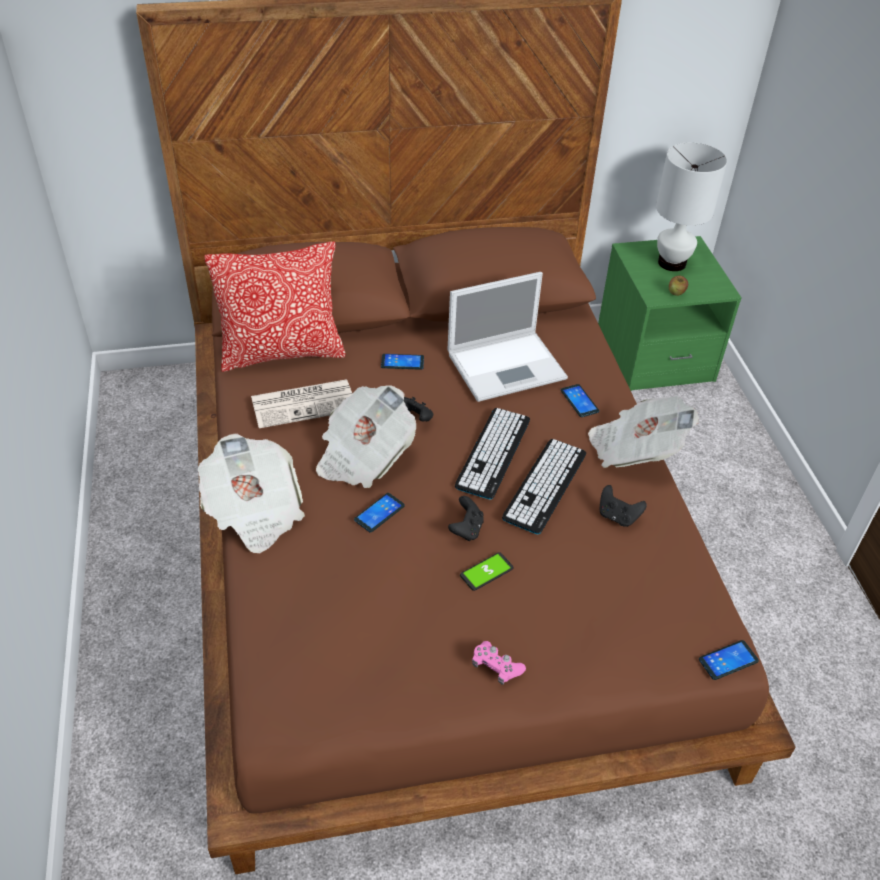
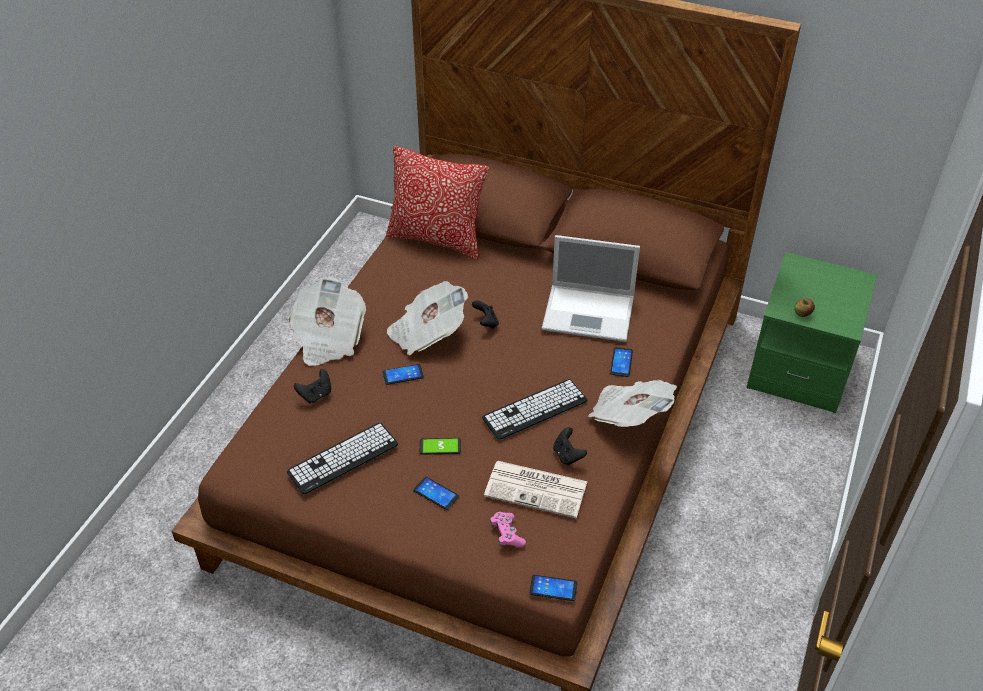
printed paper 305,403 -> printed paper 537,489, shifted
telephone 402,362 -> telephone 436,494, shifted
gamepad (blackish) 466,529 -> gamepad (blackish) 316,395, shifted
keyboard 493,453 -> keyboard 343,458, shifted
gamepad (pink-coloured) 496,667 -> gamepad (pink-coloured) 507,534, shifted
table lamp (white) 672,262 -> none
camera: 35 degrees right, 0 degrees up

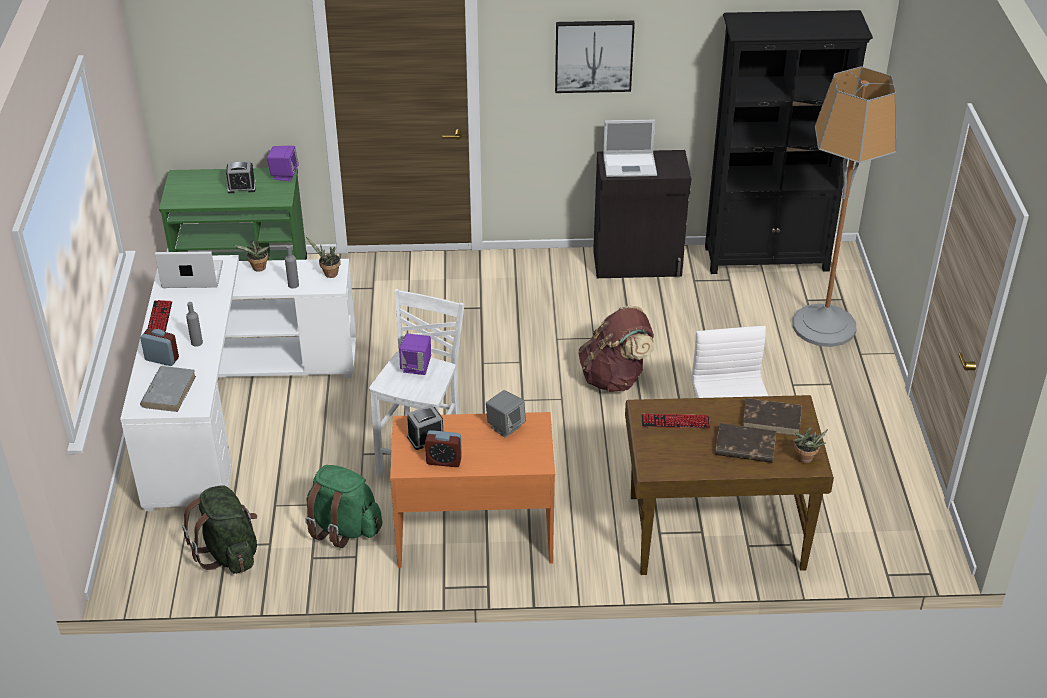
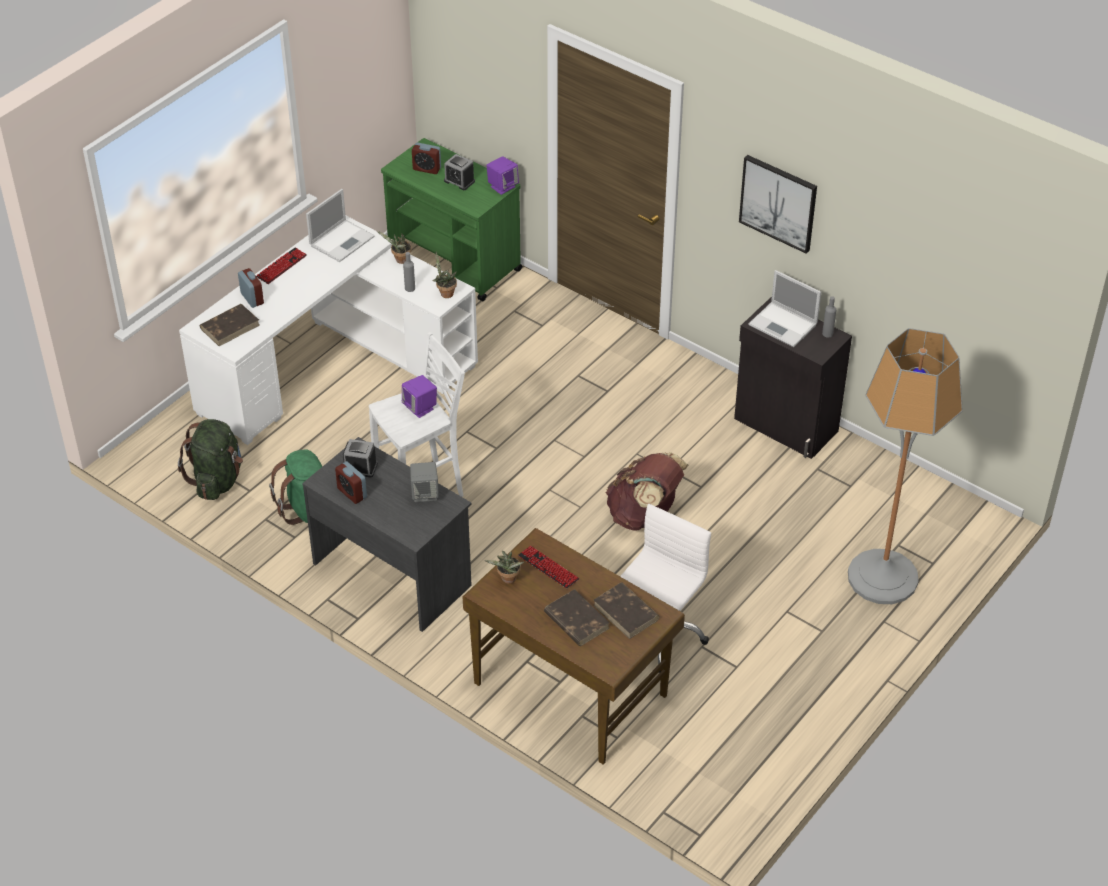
bound book (greyish) 169,391 -> bound book (brown) 230,326
portable computer 191,276 -> portable computer 342,240, 90 degrees clockwise
drink bottle (greyish) 197,342 -> drink bottle (greyish) 827,333, shifted
desk unit (orange) 474,534 -> desk unit (greyish) 392,573
bookshelf (blackish) 767,258 -> none
plant in a pot 805,460 -> plant in a pot 507,580, shifted
none -> alarm clock 427,169
camera: 40 degrees right, 5 degrees up

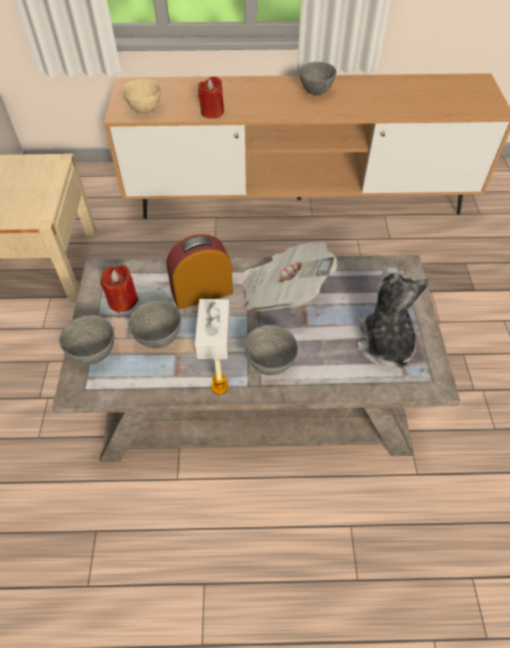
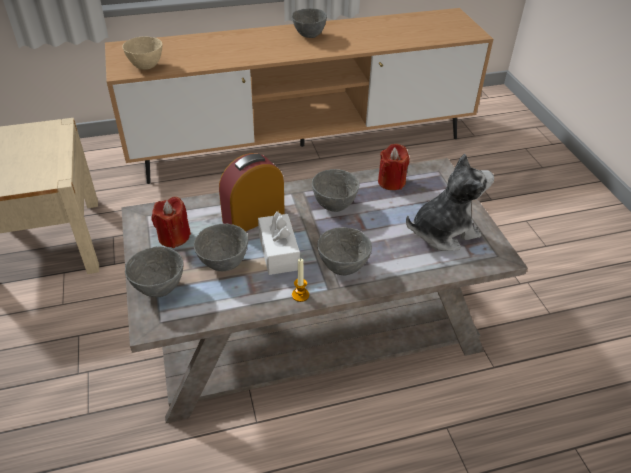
wax candle (reddish) 212,112 -> wax candle (reddish) 391,182, shifted
printed paper 283,292 -> deep dish (greyish) 333,205
plush toy 384,343 -> plush toy 443,232, 90 degrees clockwise
camera: 15 degrees left, 10 degrees down

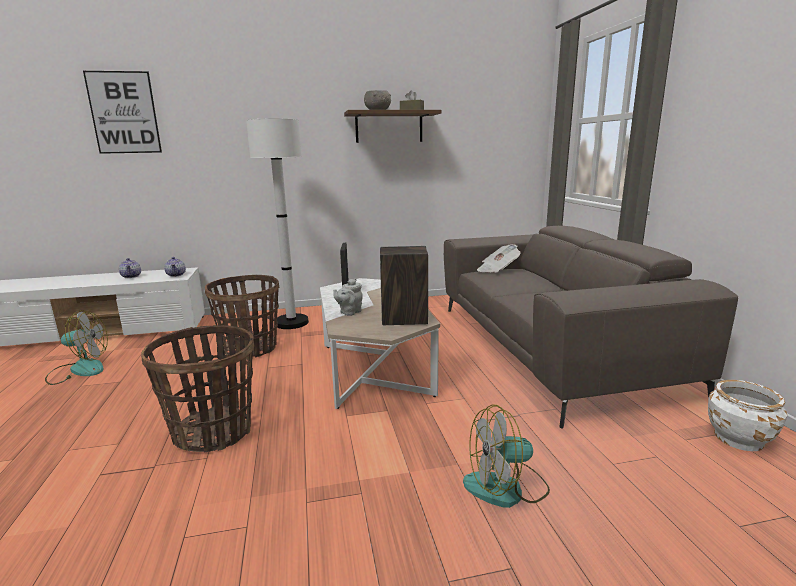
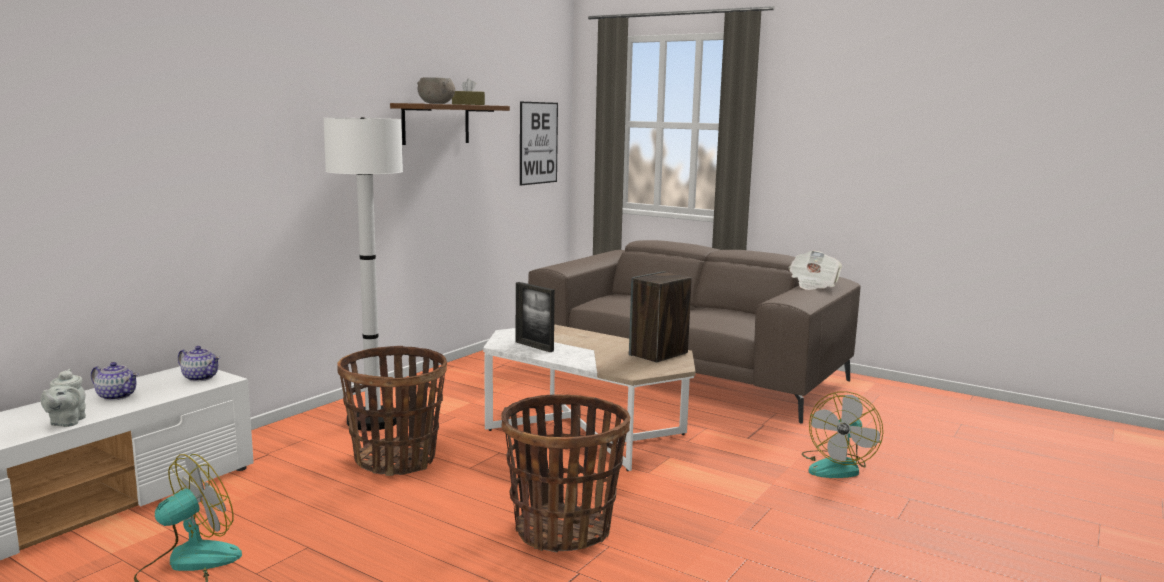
wall picture 124,113 -> wall picture 538,143, shifted
teapot (greyish) 349,312 -> teapot (greyish) 66,422, shifted
printed paper 497,269 -> printed paper 813,285, shifted
flower pot (white) 739,438 -> none
camera: 45 degrees left, 5 degrees down

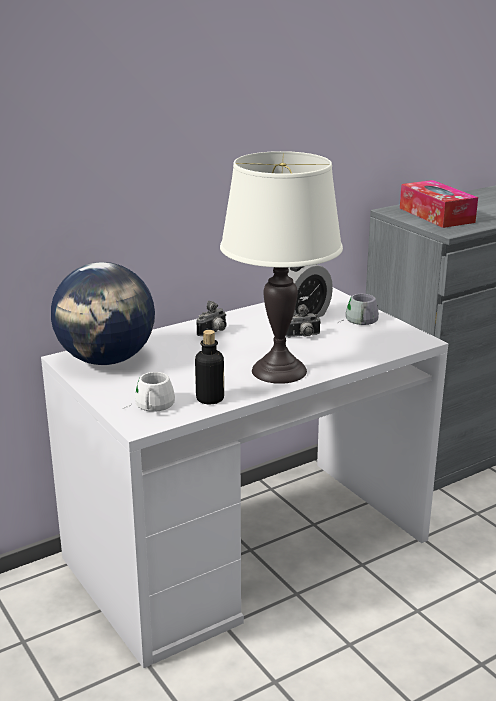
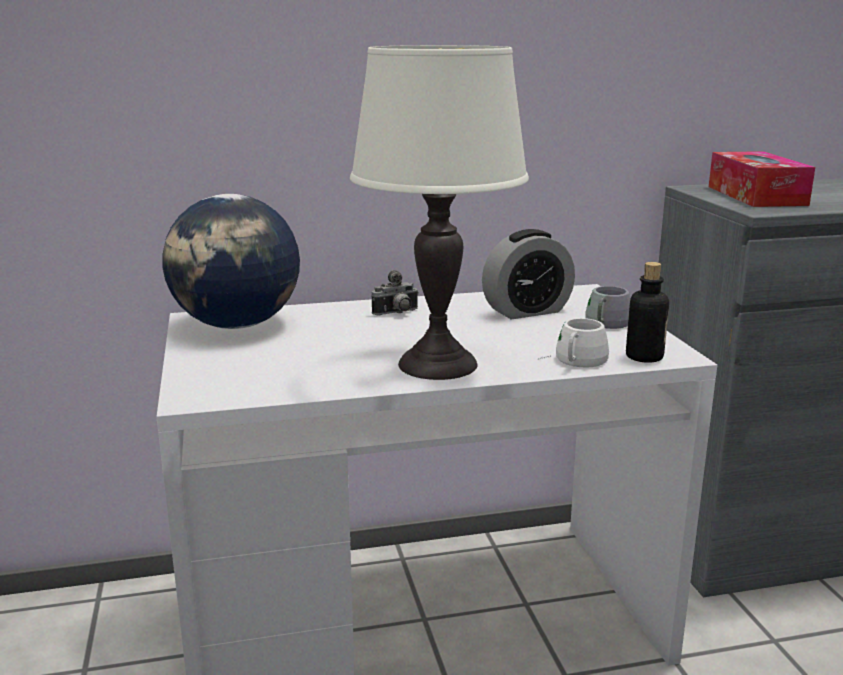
tea mug (white) 149,405 -> tea mug (white) 573,360, shifted
drink bottle 210,398 -> drink bottle 644,357, shifted
photo camera 303,336 -> none
camera: 20 degrees right, 5 degrees down

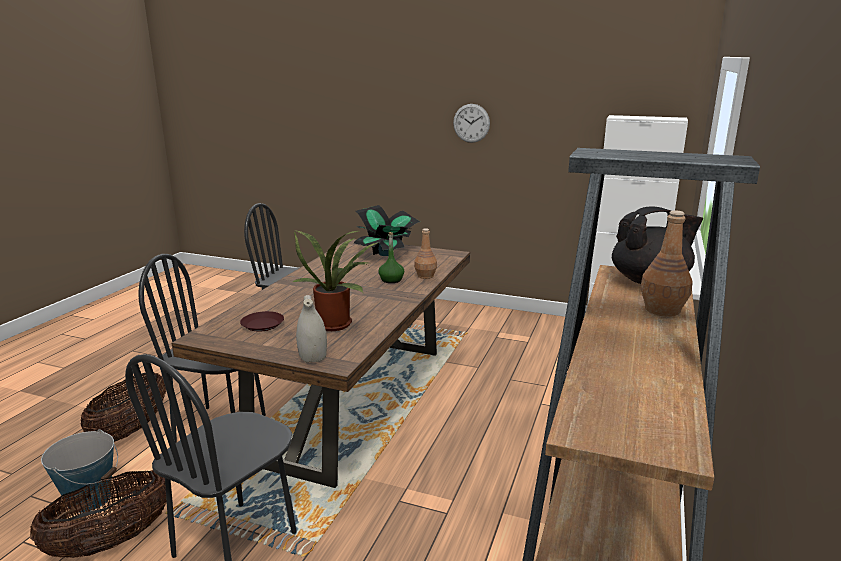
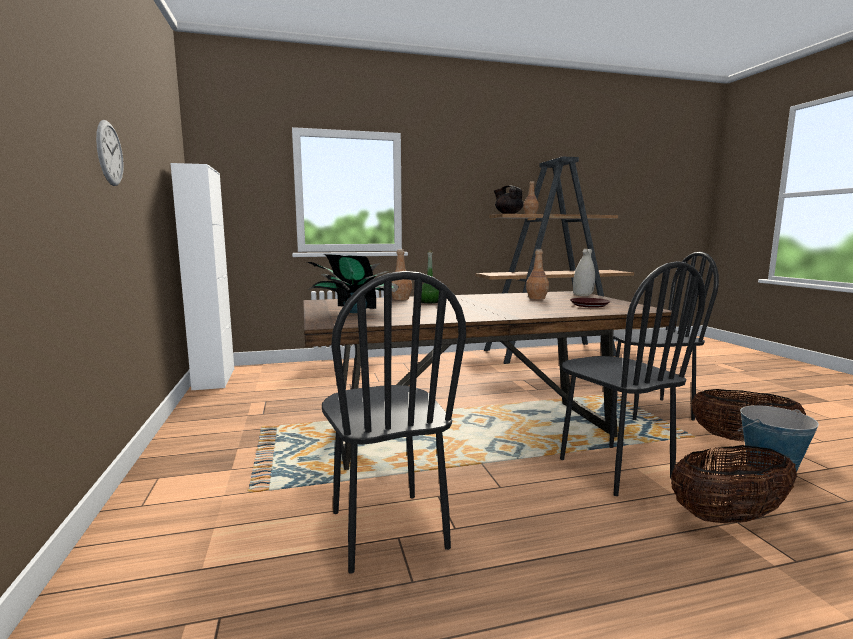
plant in a pot 336,323 -> drink bottle (brown) 536,298
camera: 125 degrees left, 10 degrees down

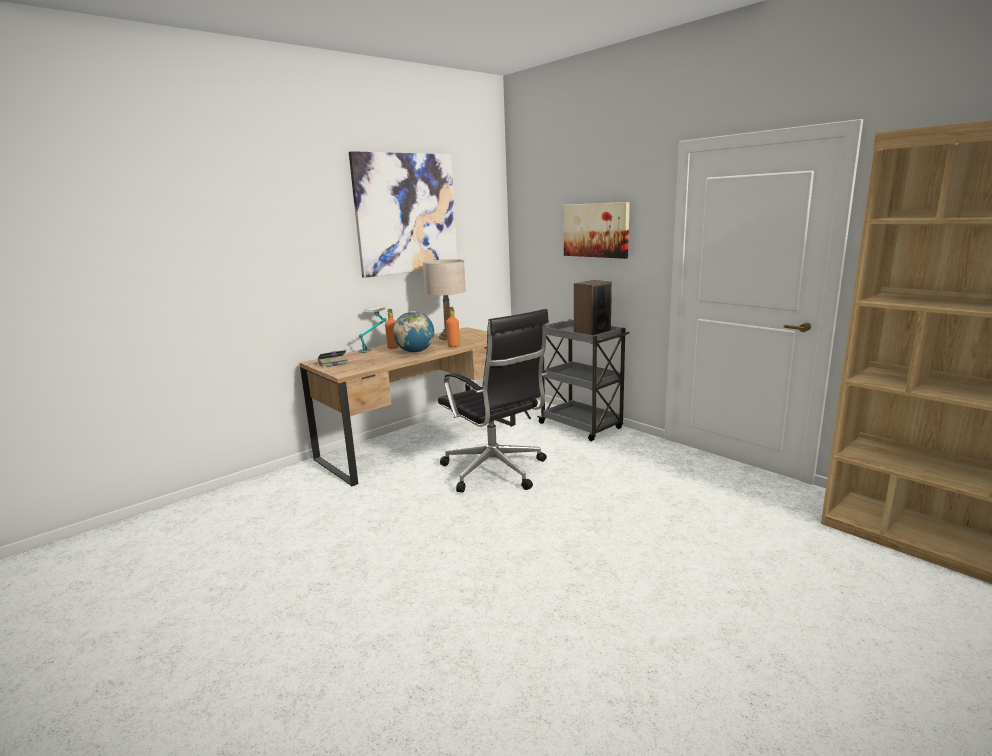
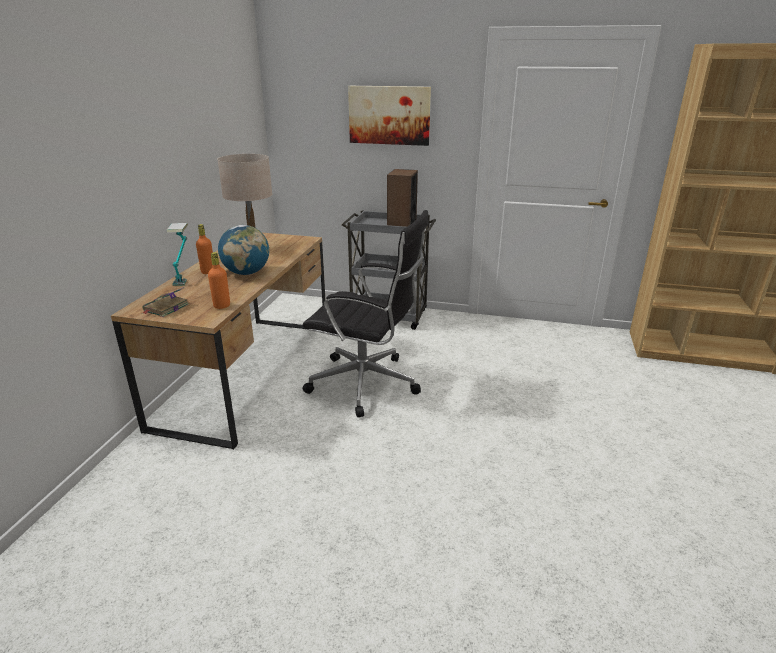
wall picture 406,214 -> none
drink bottle (orange) 453,346 -> drink bottle (orange) 222,306, shifted
camera: 35 degrees left, 10 degrees up

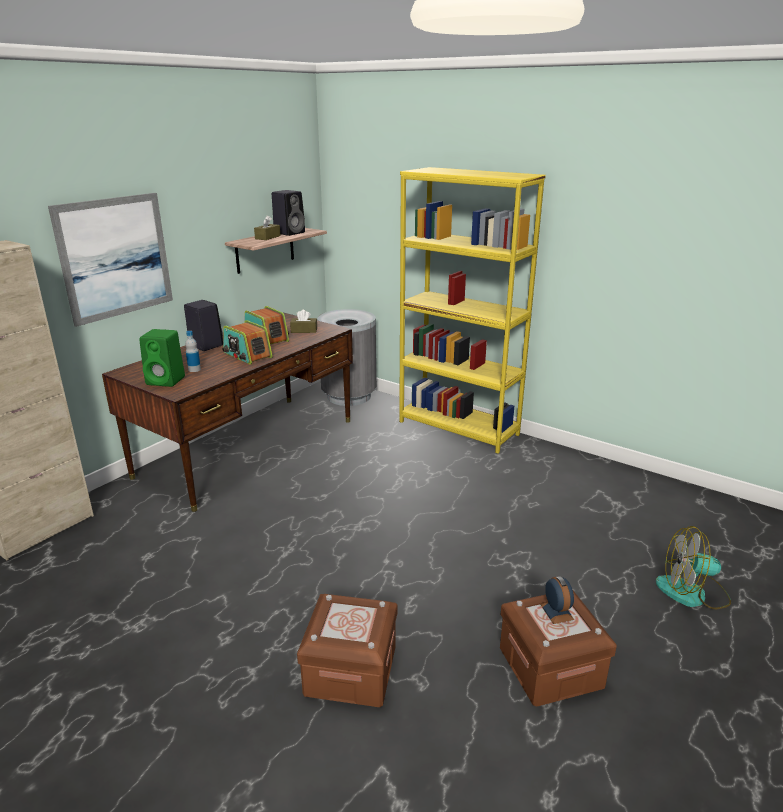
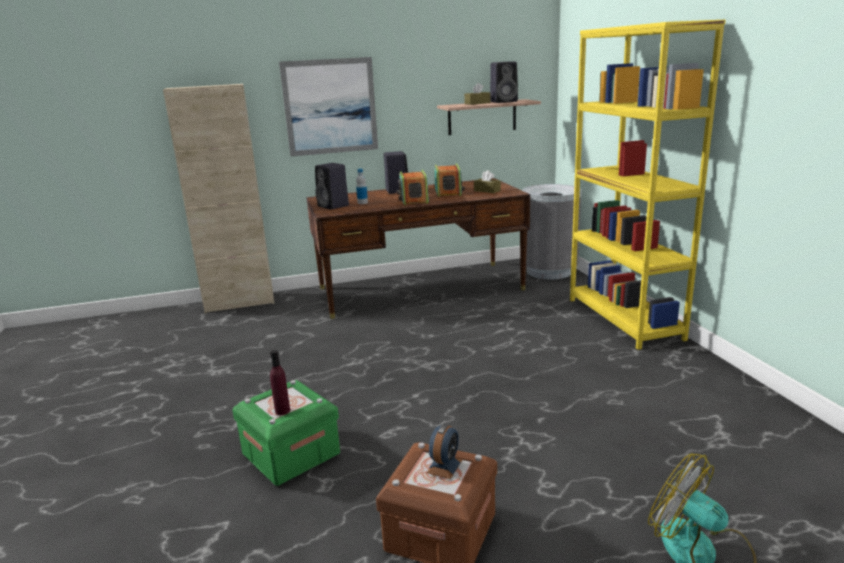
loudspeaker (green-coloured) 167,381 -> loudspeaker (blackish) 334,206
storage box (brown) 351,670 -> storage box (green-coloured) 291,454
none -> drink bottle (purple-coloured) 282,411
camera: 40 degrees right, 5 degrees down

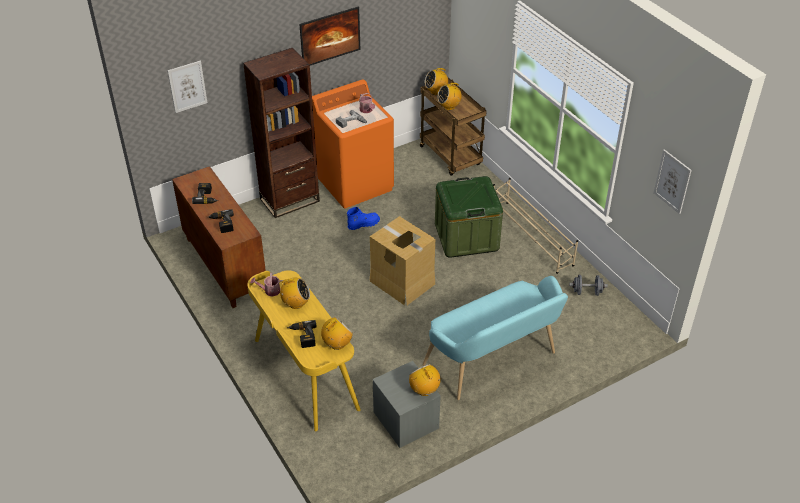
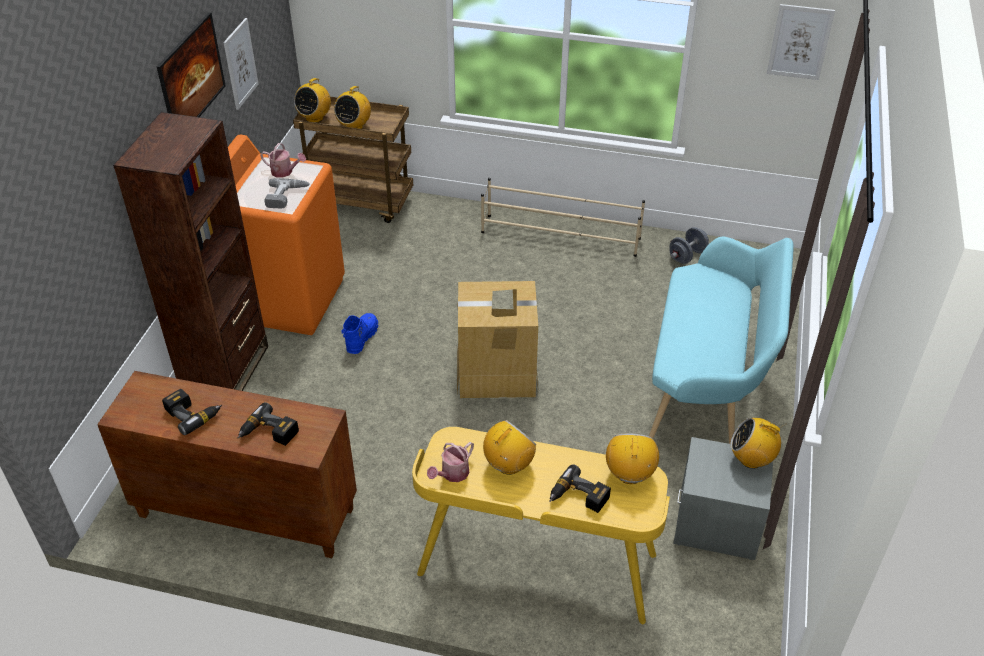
wall picture 187,86 -> wall picture 240,64, shifted
storage box (green-coloured) 466,237 -> none
camera: 45 degrees left, 0 degrees up

